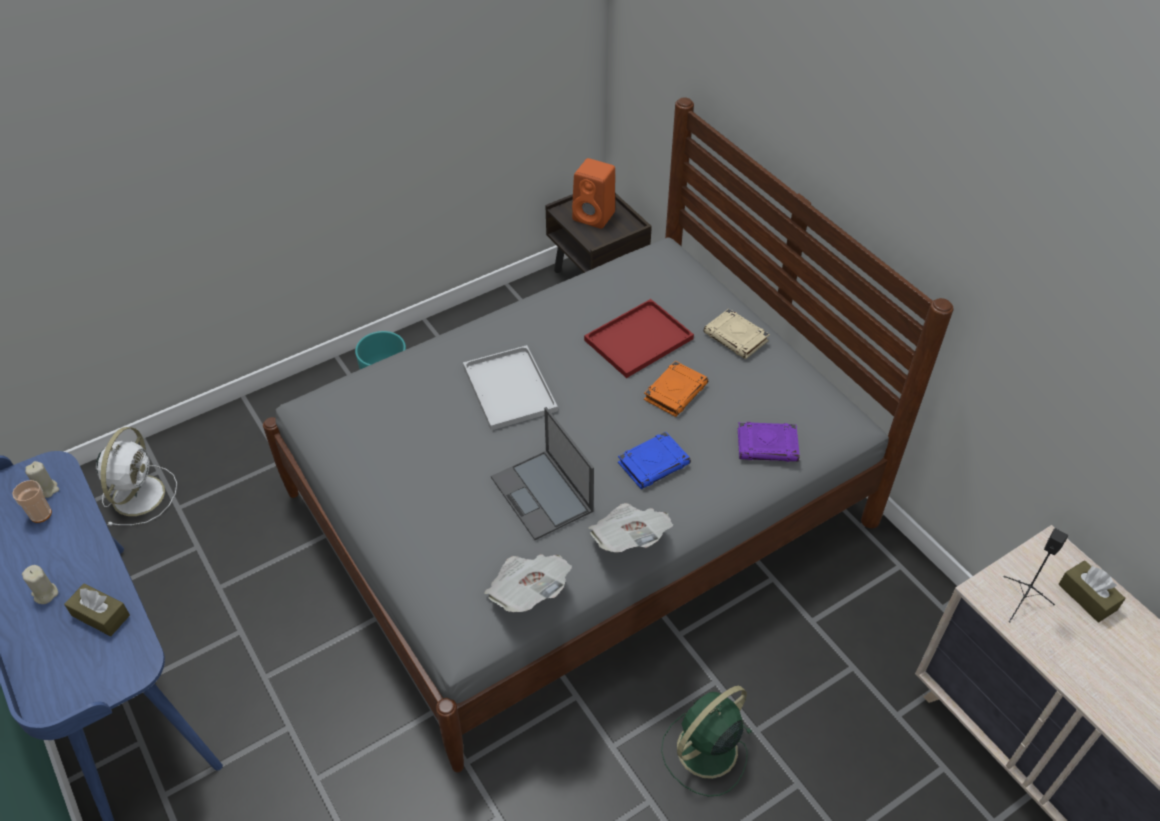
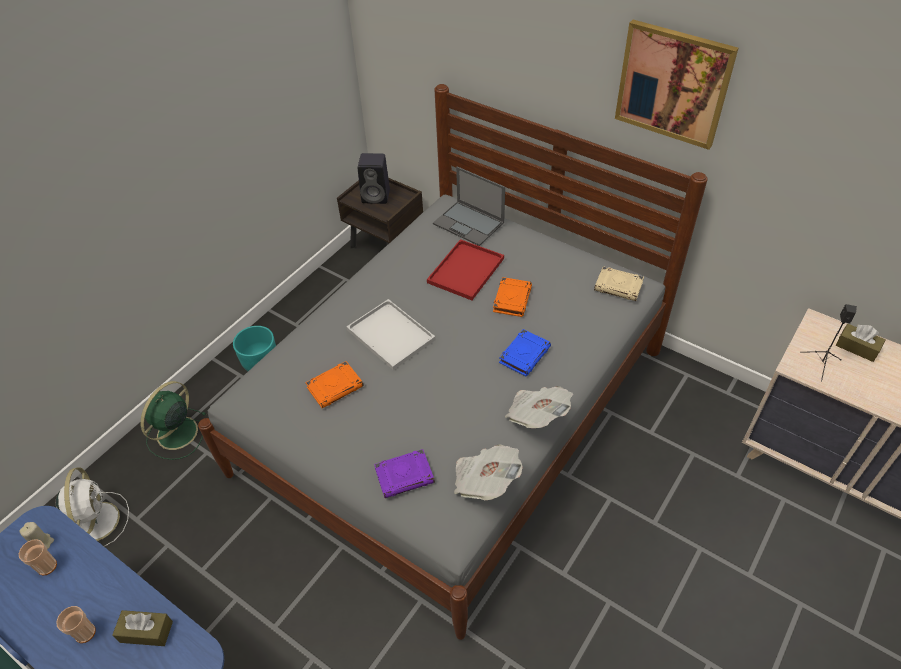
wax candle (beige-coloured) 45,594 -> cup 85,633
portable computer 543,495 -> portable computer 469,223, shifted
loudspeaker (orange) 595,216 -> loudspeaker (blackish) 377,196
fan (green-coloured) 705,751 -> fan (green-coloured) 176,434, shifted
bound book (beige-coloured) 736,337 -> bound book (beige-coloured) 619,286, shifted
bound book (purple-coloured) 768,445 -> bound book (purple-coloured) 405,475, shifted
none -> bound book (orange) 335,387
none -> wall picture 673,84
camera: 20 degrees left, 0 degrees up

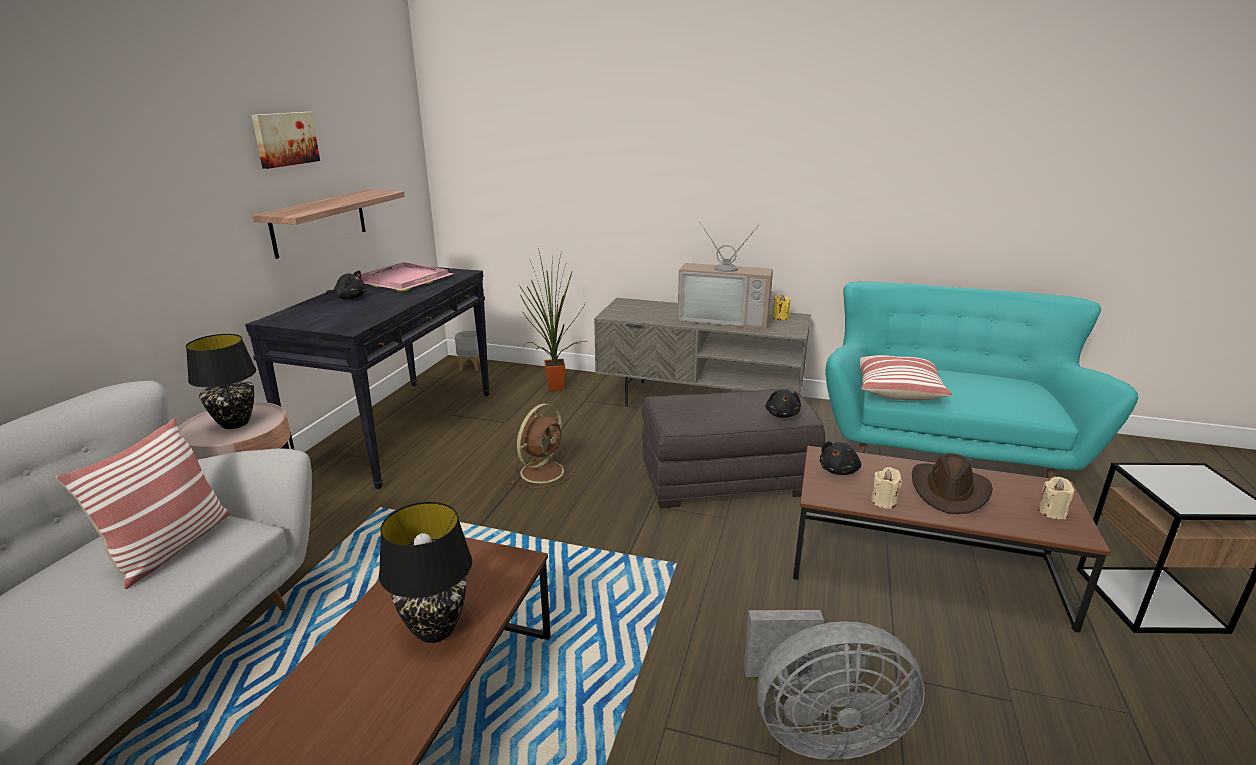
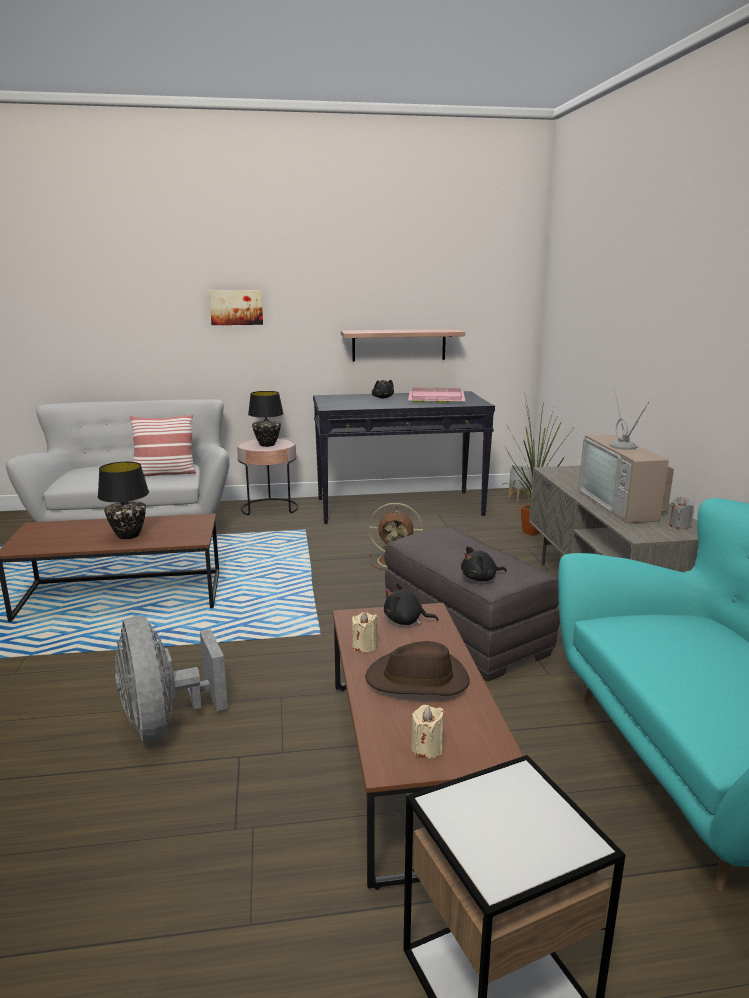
wall picture 284,139 -> wall picture 236,307, shifted
wax candle (yellowish) 780,317 -> wax candle (greyish) 679,525
cushion 896,390 -> none
camera: 65 degrees right, 5 degrees down

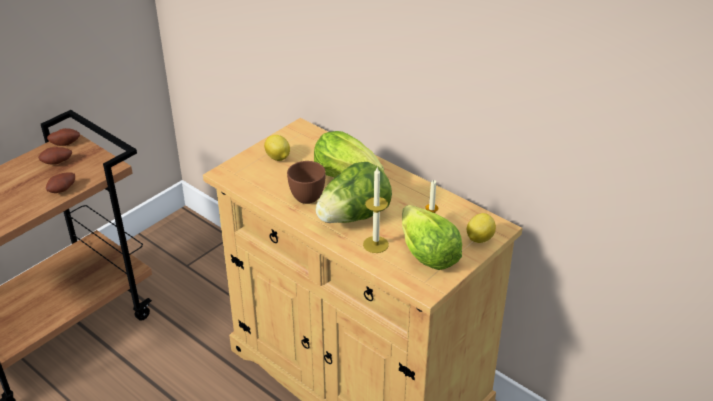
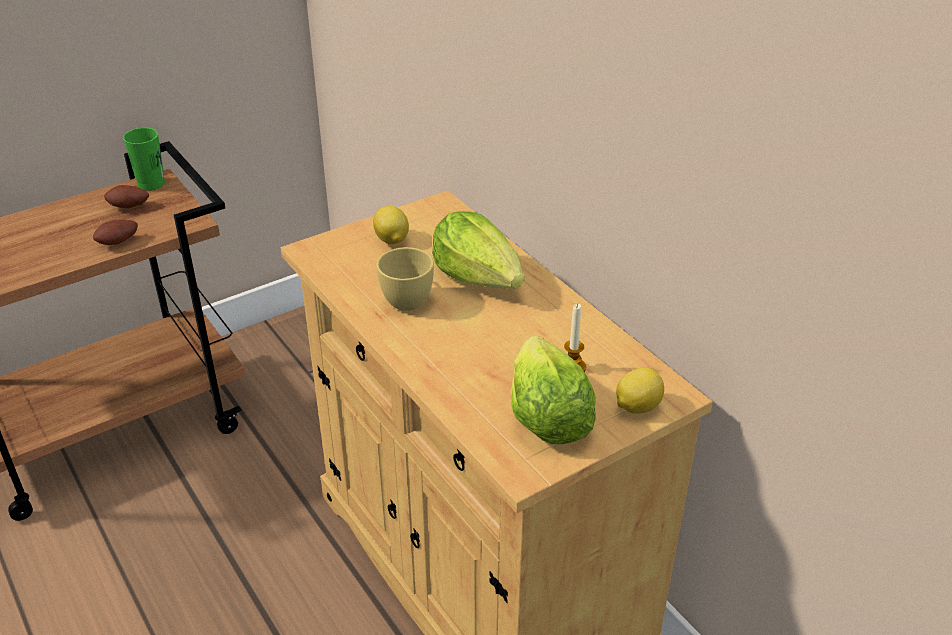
potato 65,143 -> cup (green-coloured) 151,184
cup (brown) 304,195 -> cup (yellowish) 405,297
head of lettuce 354,217 -> none
wax candle 375,244 -> none
camera: 15 degrees right, 0 degrees up

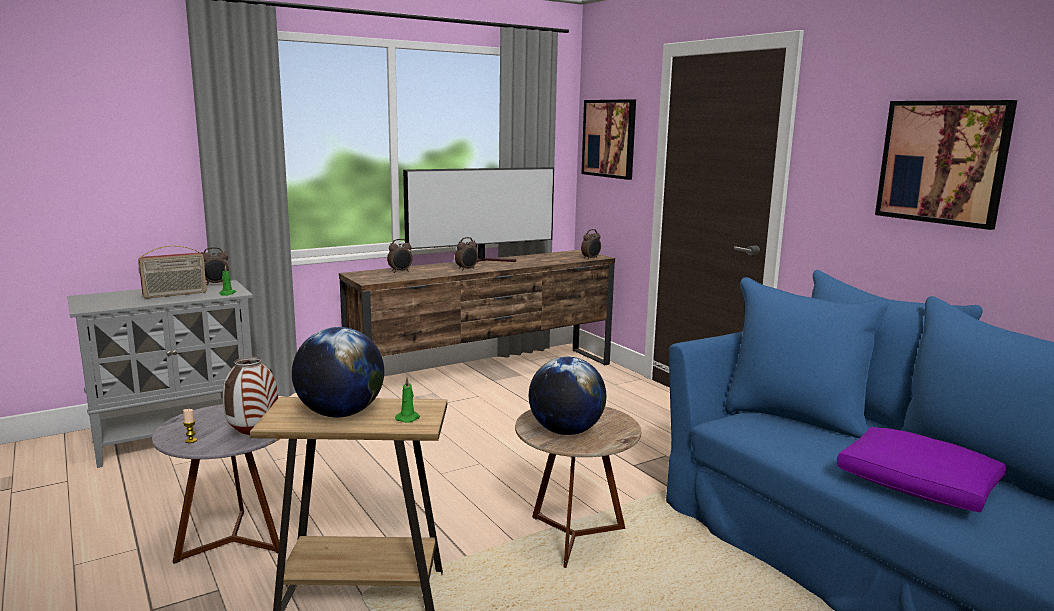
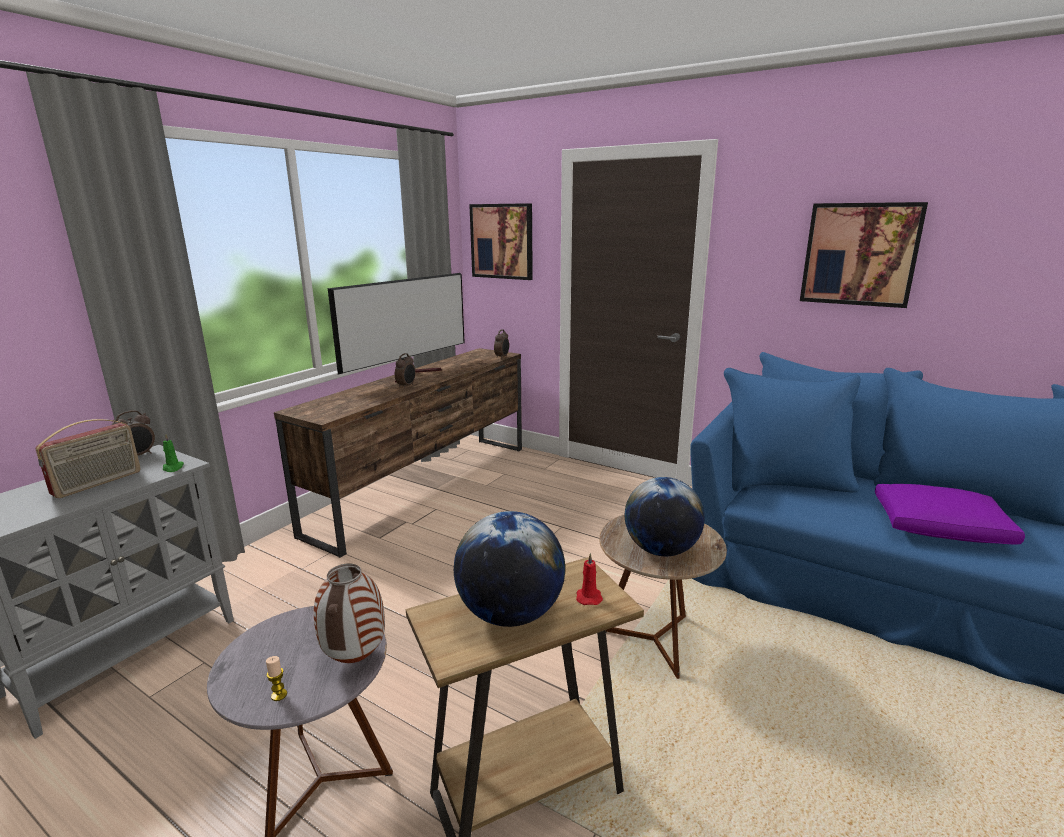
alarm clock 400,271 -> none
wax candle (green-coloured) 408,418 -> wax candle (reddish) 588,597
camera: 25 degrees left, 5 degrees up

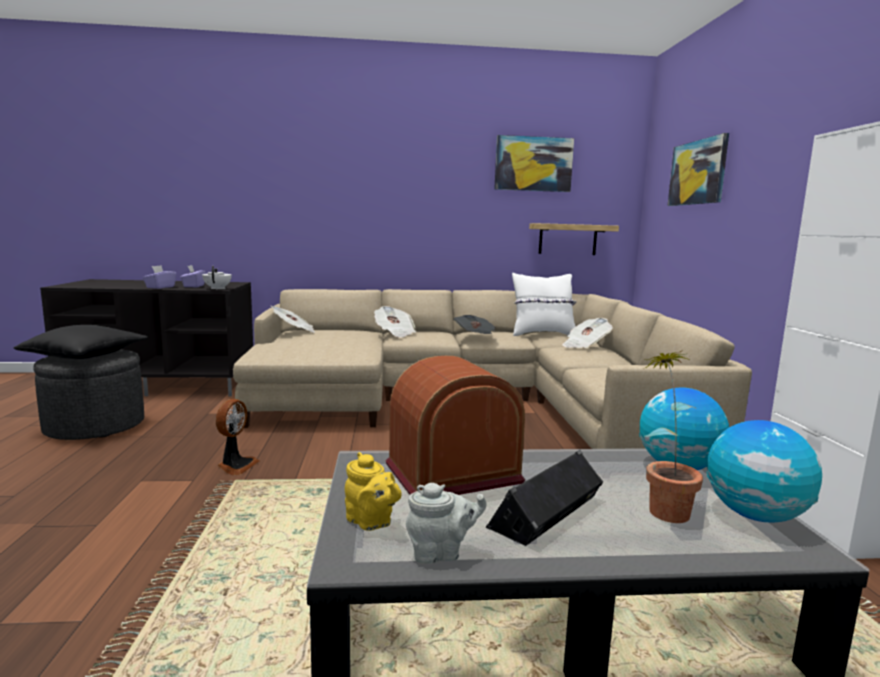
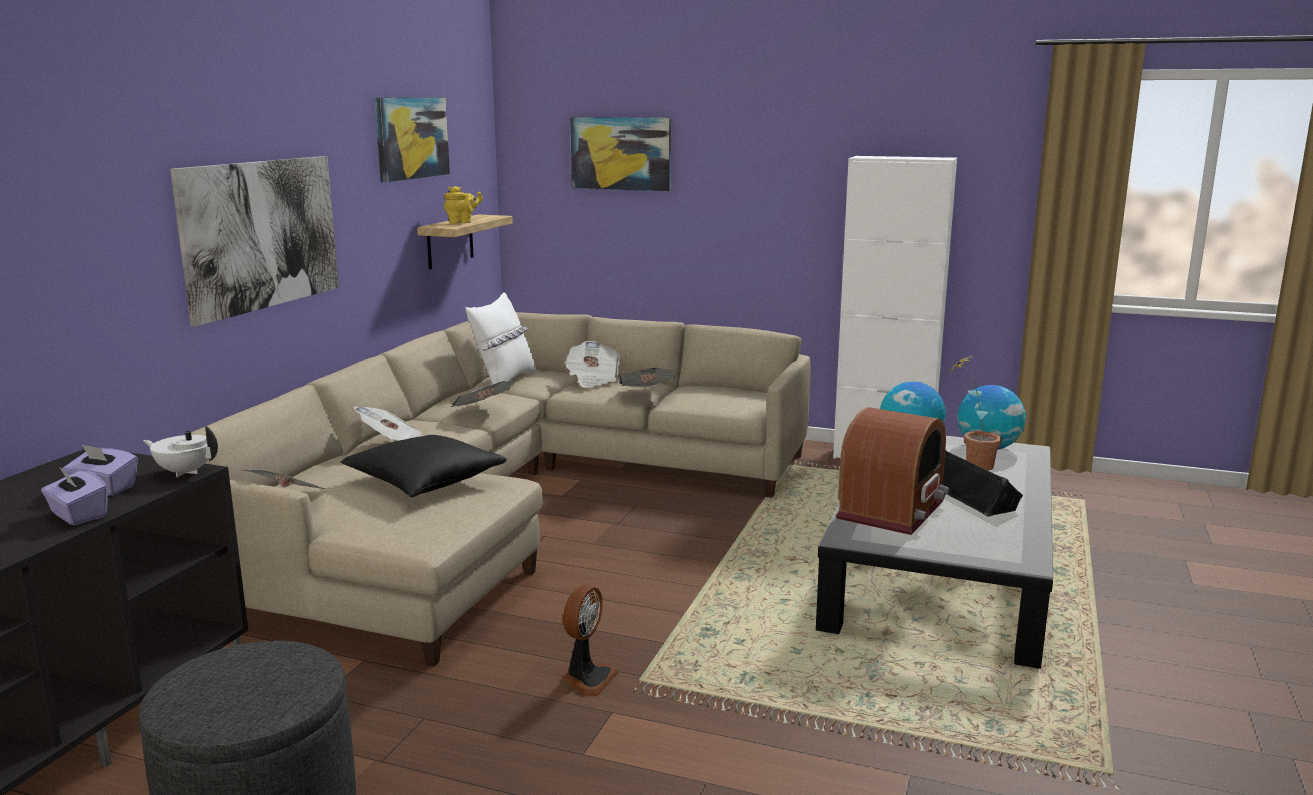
cushion (blackish) 85,356 -> cushion (blackish) 425,482, shifted
fan 236,465 -> fan 587,678, 75 degrees clockwise
teapot (yellowish) 371,522 -> teapot (yellowish) 462,223, shifted
radio 452,473 -> radio 892,509, 150 degrees counterclockwise
teapot (greyish) 441,553 -> none
none -> wall picture 261,234
none -> printed paper 646,394
camera: 65 degrees left, 5 degrees up

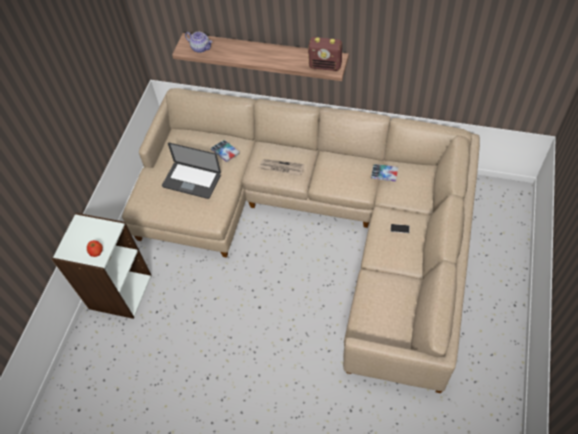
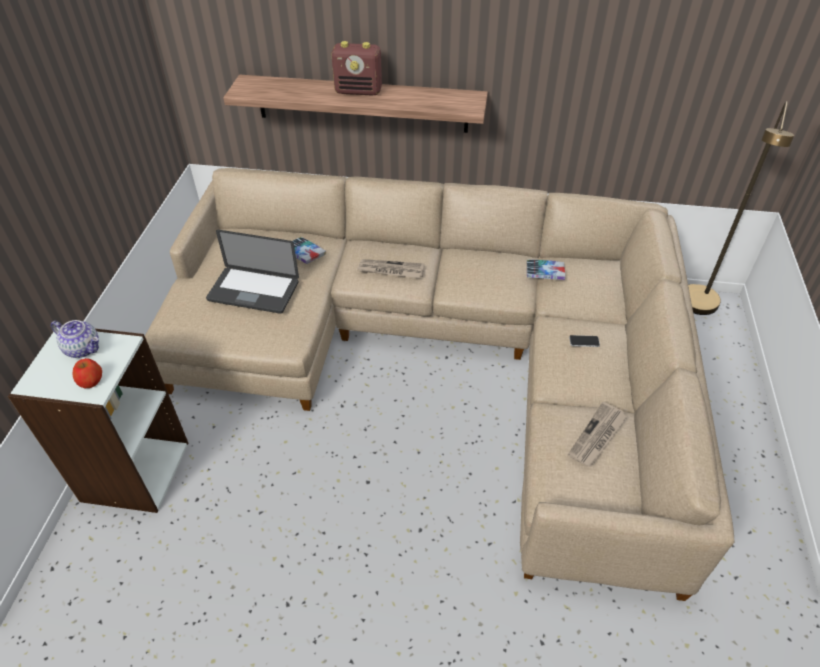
teapot 201,48 -> teapot 83,348, shifted
radio 325,66 -> radio 359,91, shifted
none -> printed paper 597,436
none -> standard lamp (brown) 698,309
camera: 10 degrees left, 10 degrees down

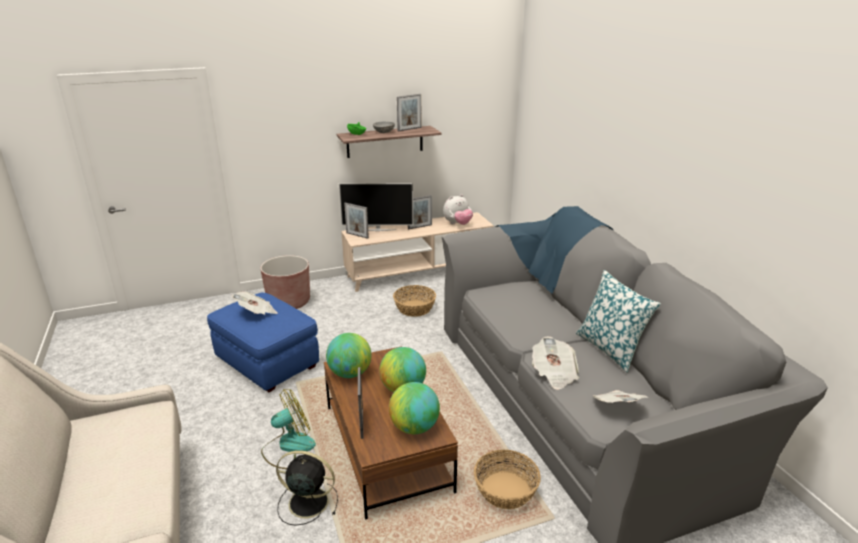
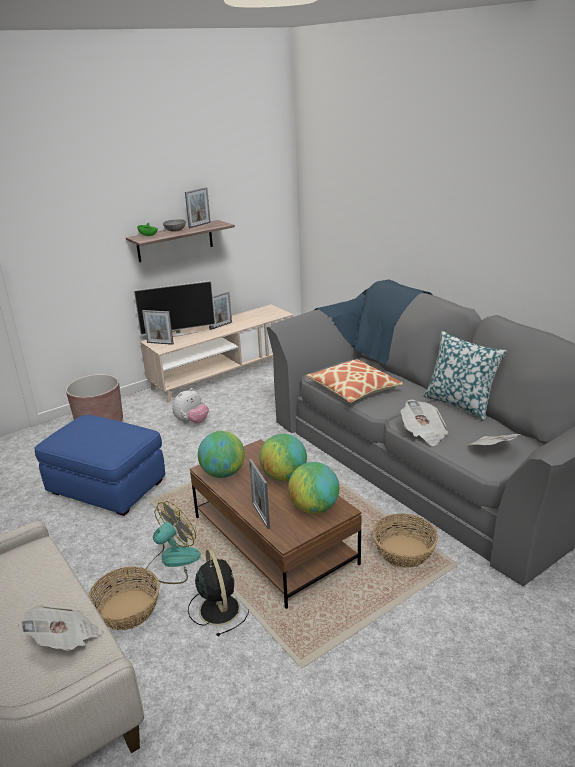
printed paper 257,313 -> printed paper 65,640, shifted
fan (blackish) 306,502 -> fan (blackish) 219,608, 75 degrees clockwise
storage basket 414,308 -> storage basket 127,609, shifted
plush toy 457,224 -> plush toy 192,422, shifted
none -> cushion 353,389
camera: 15 degrees left, 0 degrees up

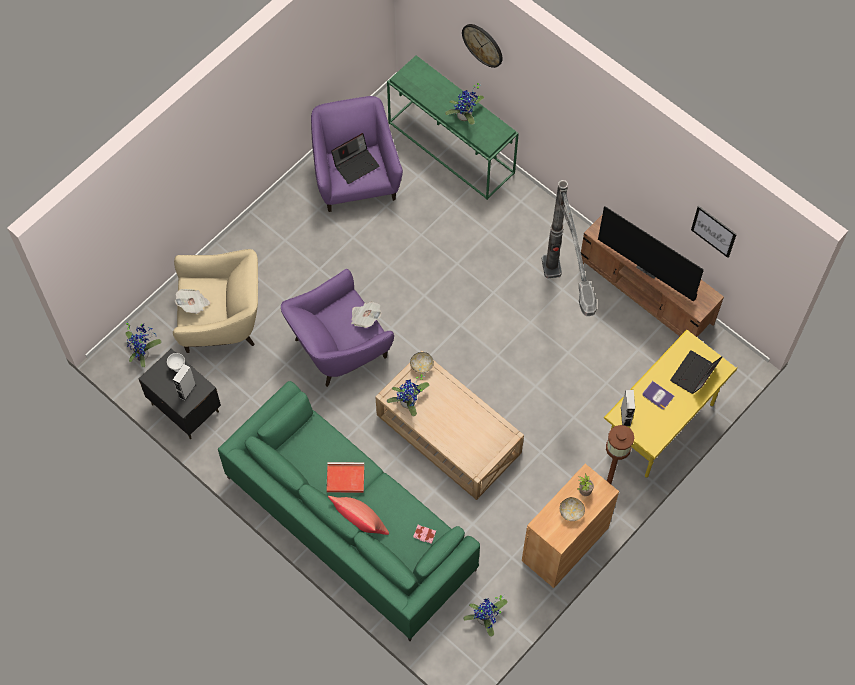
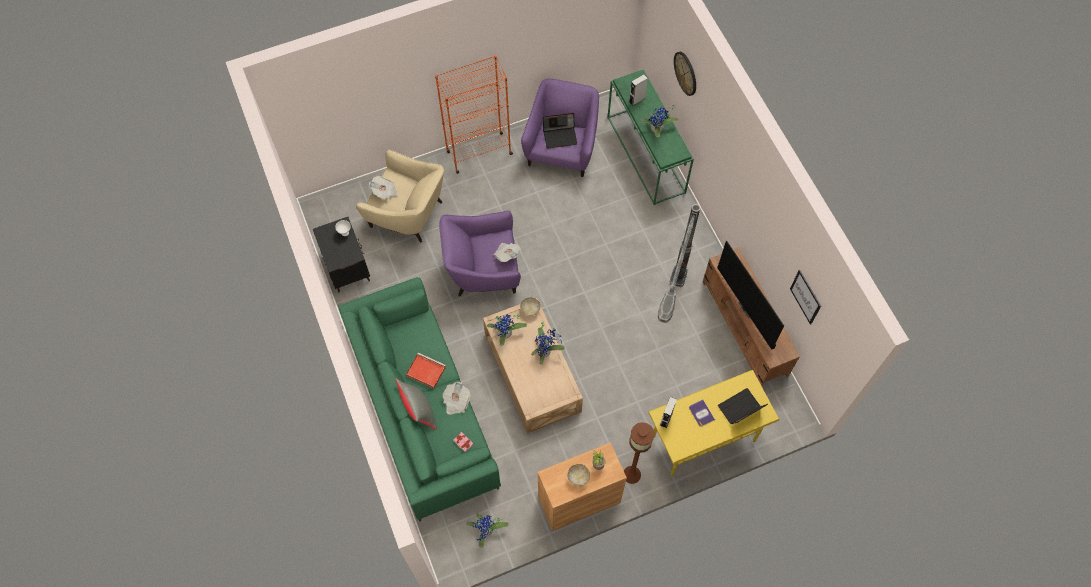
plant in a pot 143,354 -> plant in a pot 545,351, shifted
loudspeaker (greyish) 187,390 -> loudspeaker (greyish) 637,100, shifted
cushion (reddish) 359,523 -> cushion (greyish) 418,410
none -> bookshelf (orange) 479,153
none -> printed paper 456,401
camera: 25 degrees right, 0 degrees up

